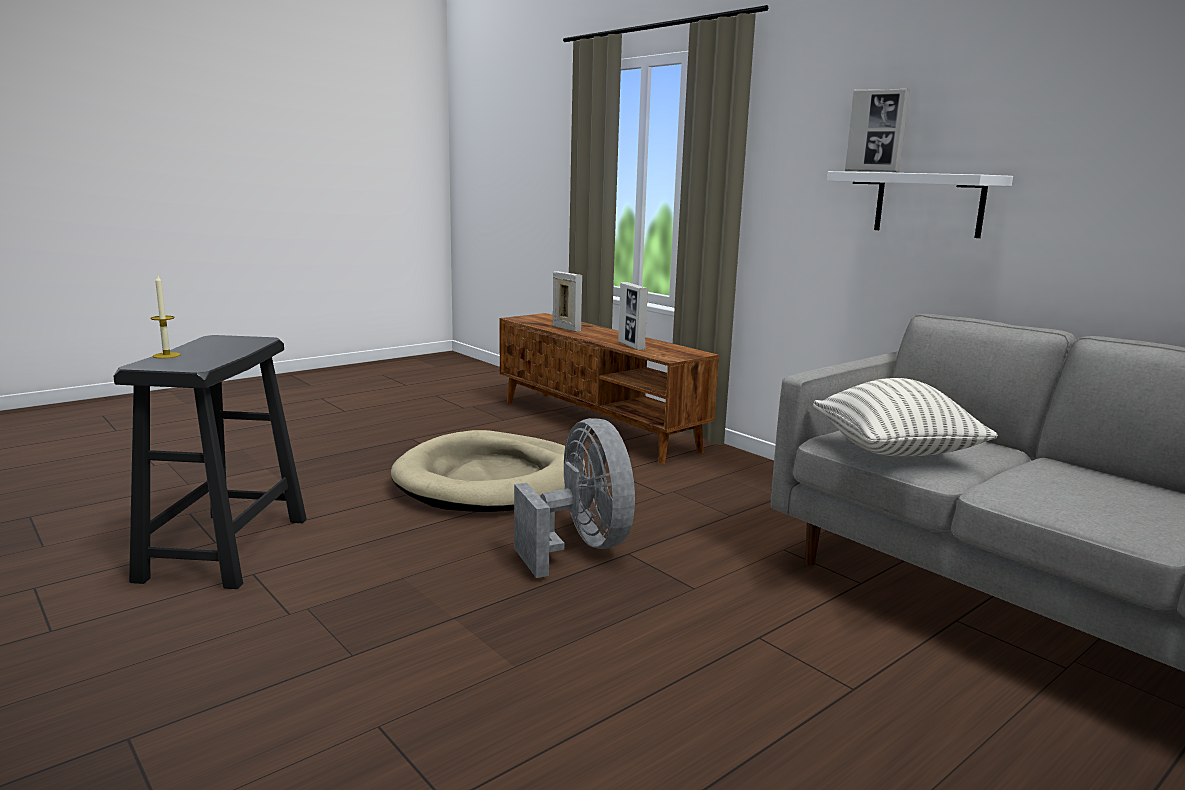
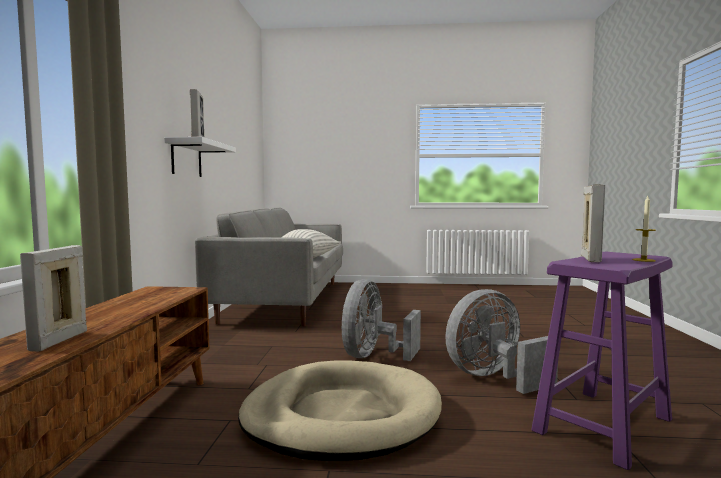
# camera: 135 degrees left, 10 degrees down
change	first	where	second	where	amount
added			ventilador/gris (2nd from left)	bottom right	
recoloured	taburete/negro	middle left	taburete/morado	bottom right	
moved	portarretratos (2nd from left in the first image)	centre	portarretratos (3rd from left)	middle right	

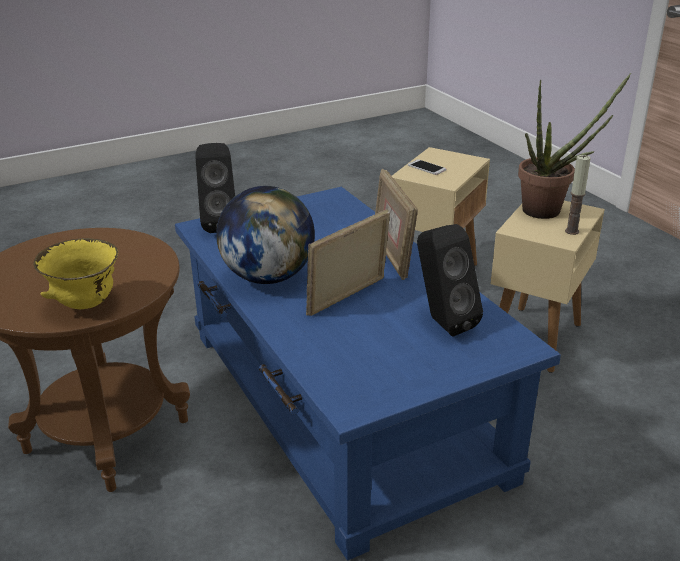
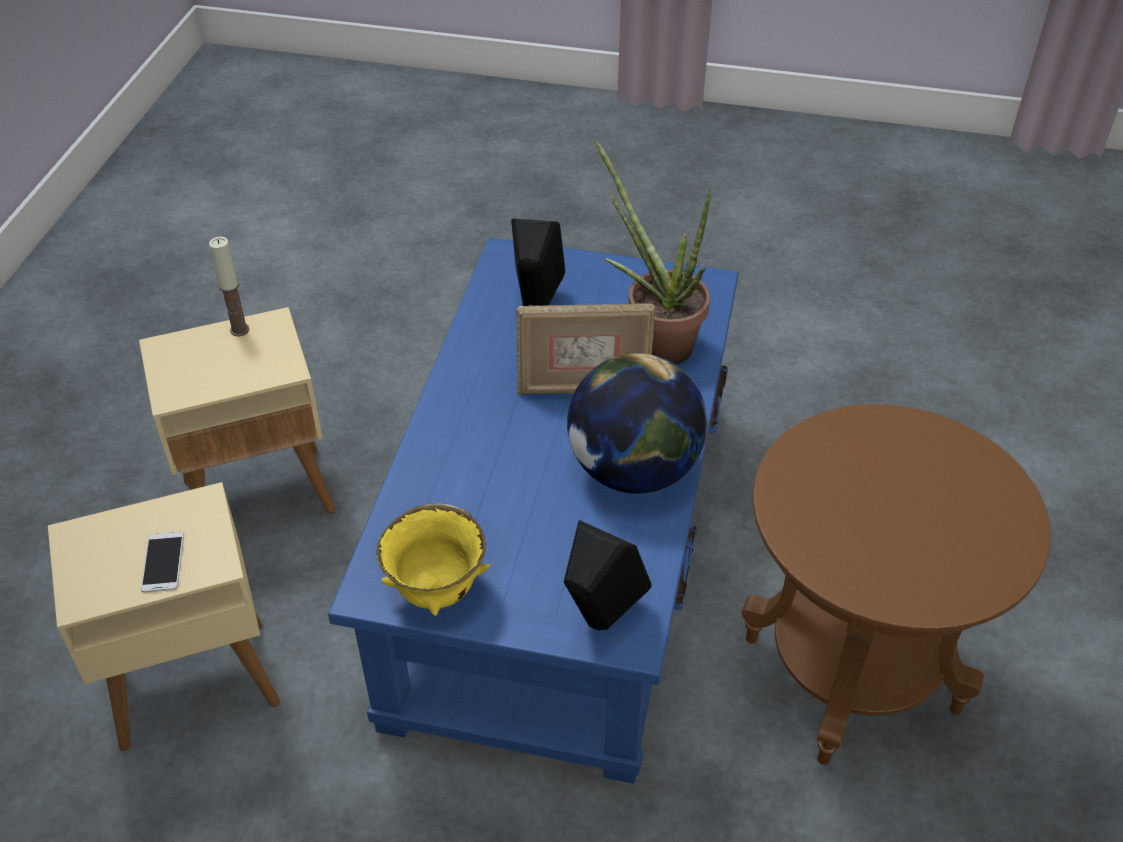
# camera: 140 degrees left, 15 degrees up
change	first	where	second	where	amount
moved	cuenco/amarillo	middle left		centre	
moved	planta en maceta	top right		top centre	
removed	portarretratos (2nd from left)	centre			

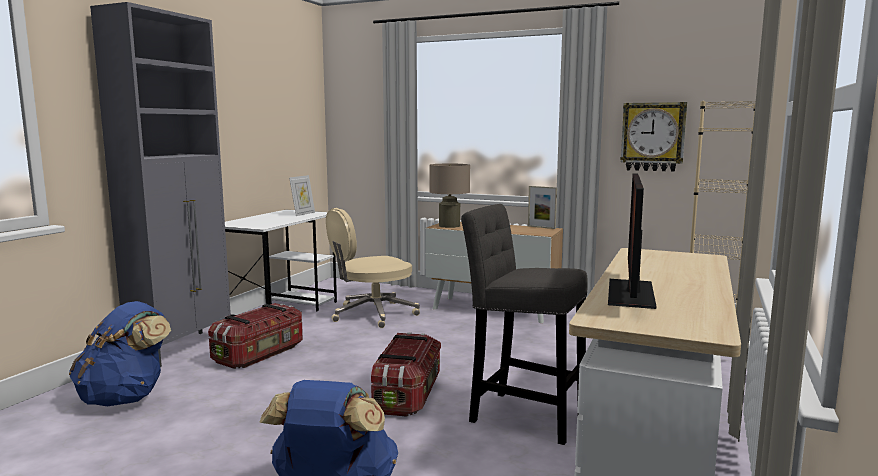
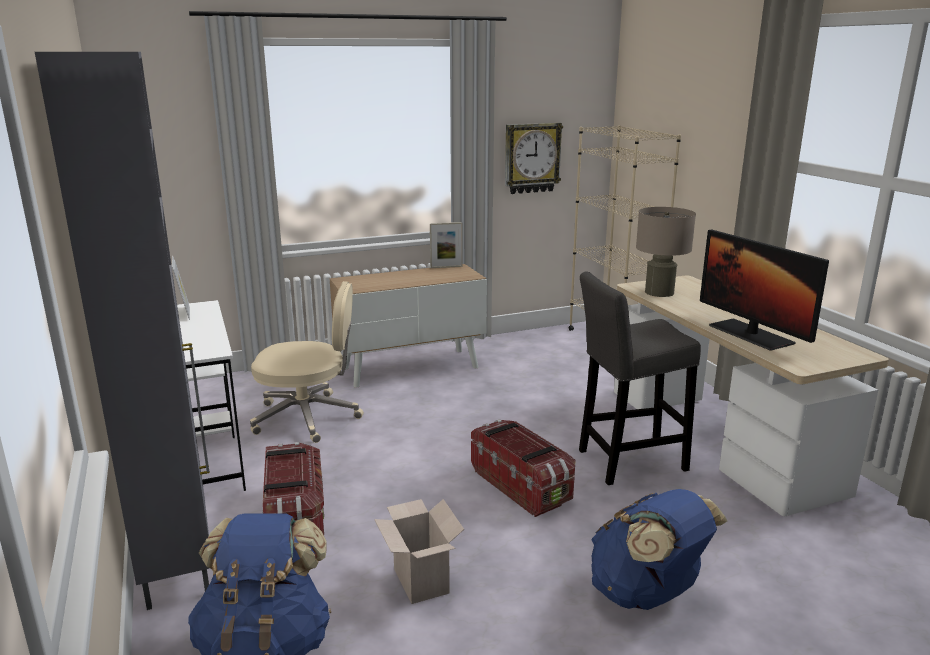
# camera: 45 degrees left, 10 degrees up
change	first	where	second	where	amount
turned	silla de oficina/beis	centre		middle left	105 degrees counterclockwise
added			caja de cartón	bottom centre	
moved	lámpara de mesa/beis	centre		middle right	

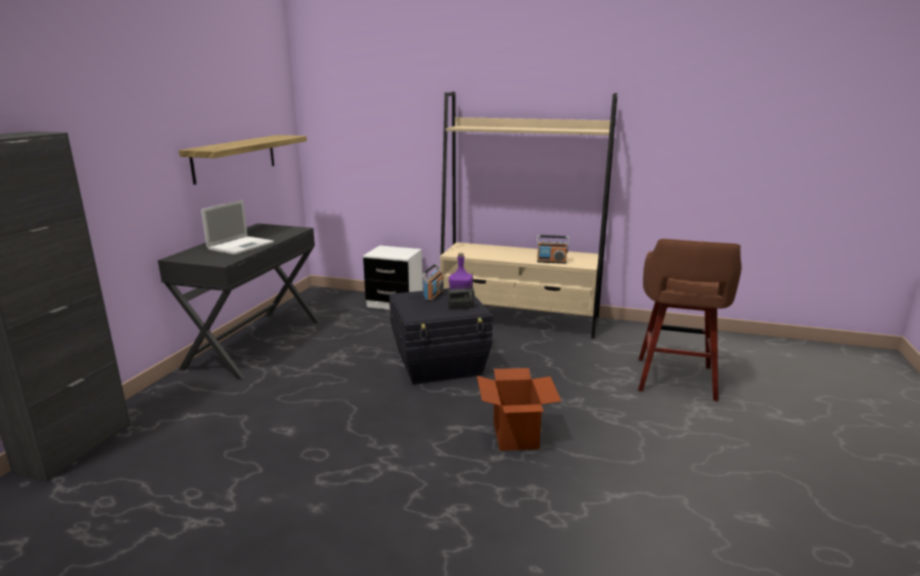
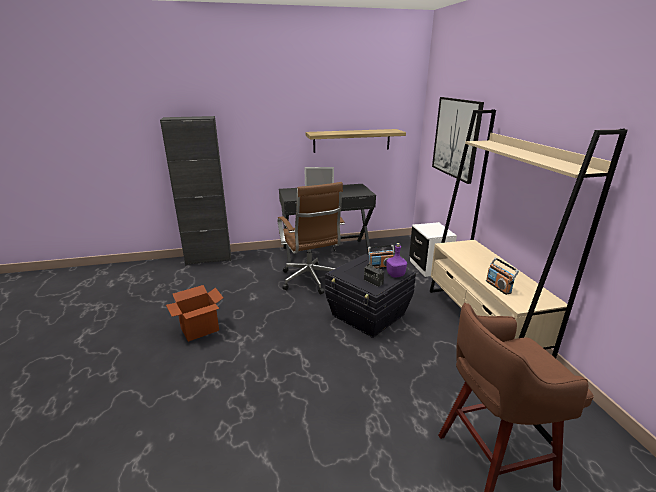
# camera: 60 degrees right, 5 degrees up
change	first	where	second	where	amount
moved	caja de cartón	bottom centre		middle left	
added			silla de oficina/marrón	centre	
added			cuadro	top right	

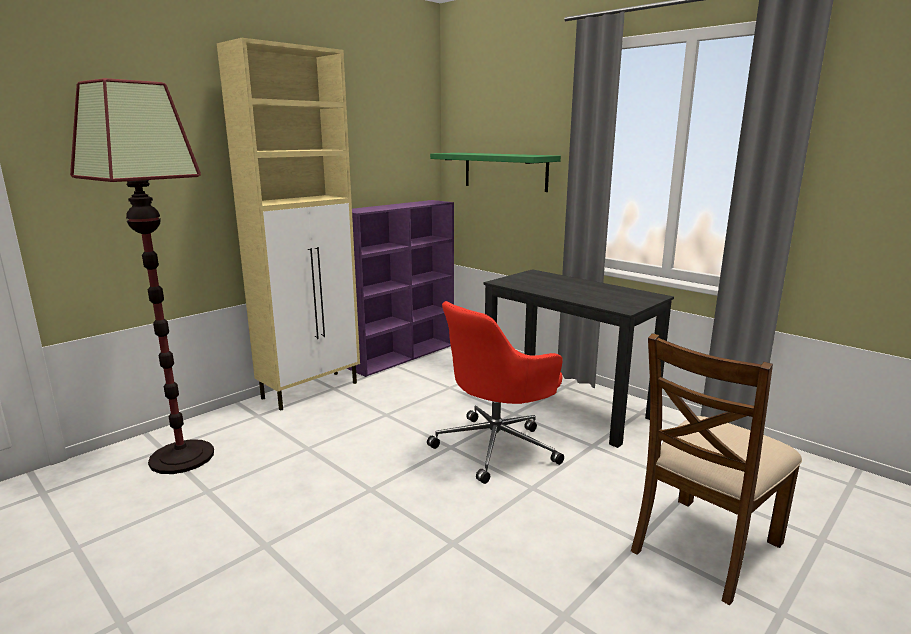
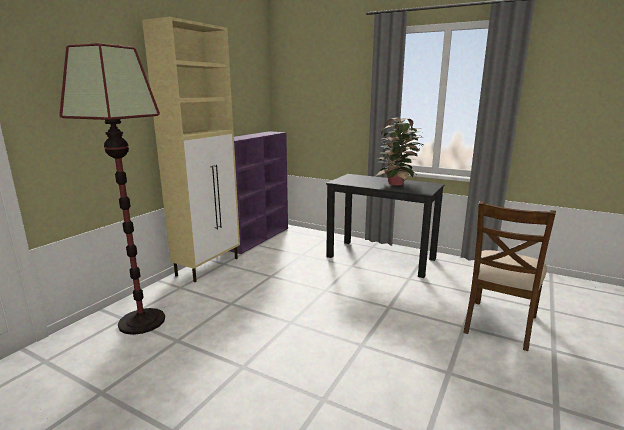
# camera: 15 degrees left, 0 degrees up
change	first	where	second	where	amount
added			planta en maceta	centre	
removed	silla de oficina/rojo	centre			
removed	estante/verde	top centre			

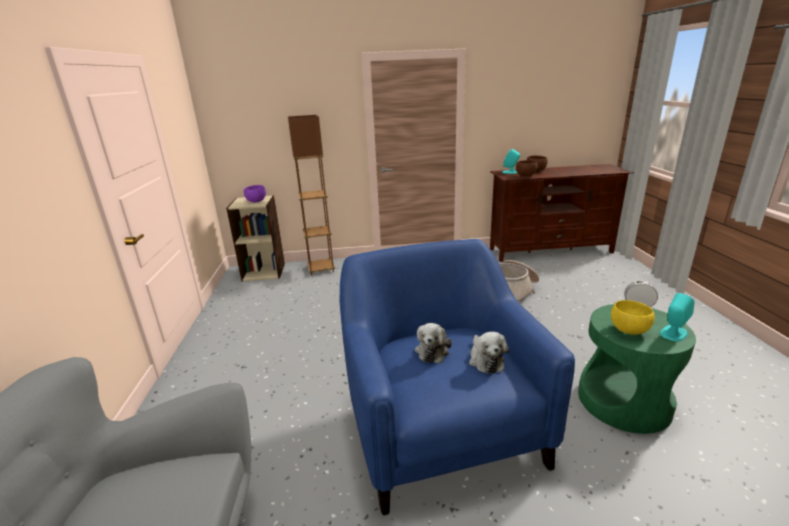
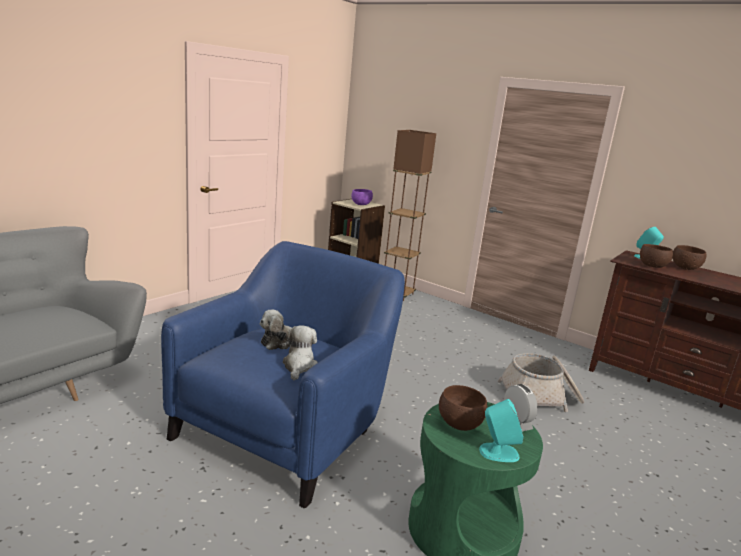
# camera: 40 degrees right, 5 degrees down
change	first	where	second	where	amount
turned	peluche (2nd from left)	bottom centre		centre	150 degrees clockwise
recoloured	cuenco/amarillo	middle right	cuenco/marrón (1st from left)	bottom centre	

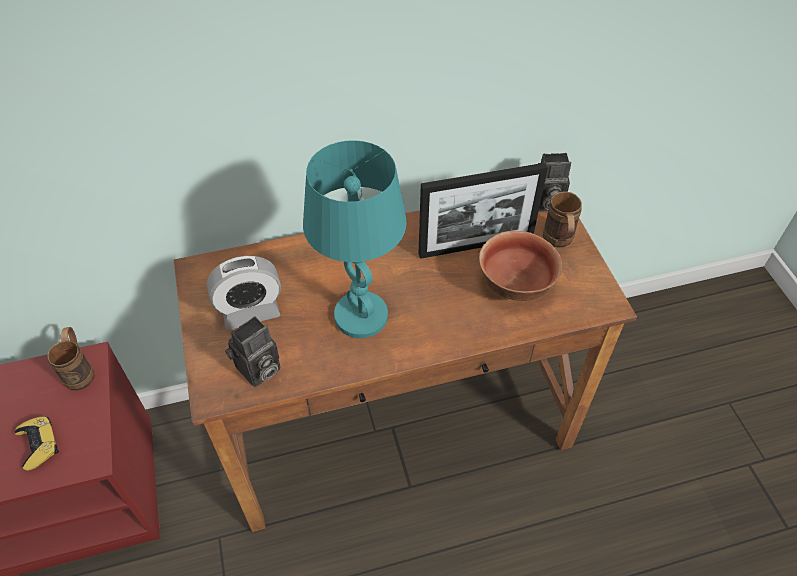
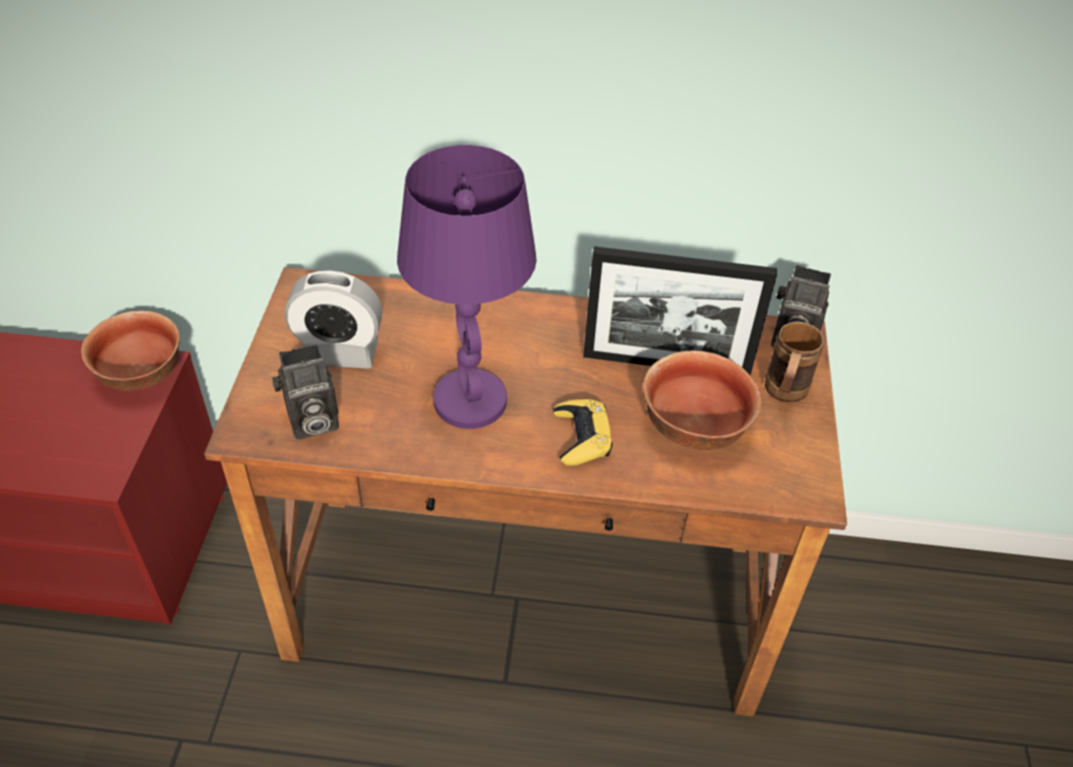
# camera: 20 degrees right, 5 degrees down
change	first	where	second	where	amount
replaced	taza grande/marrón (1st from left)	middle left	cuenco (1st from left)	middle left	
recoloured	lámpara de mesa/turquesa	centre	lámpara de mesa/morado	centre	
moved	mando de consola/amarillo	bottom left		centre	

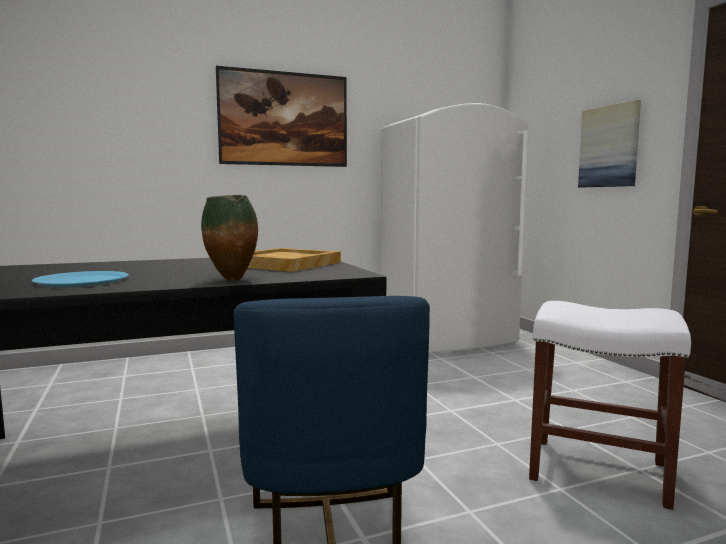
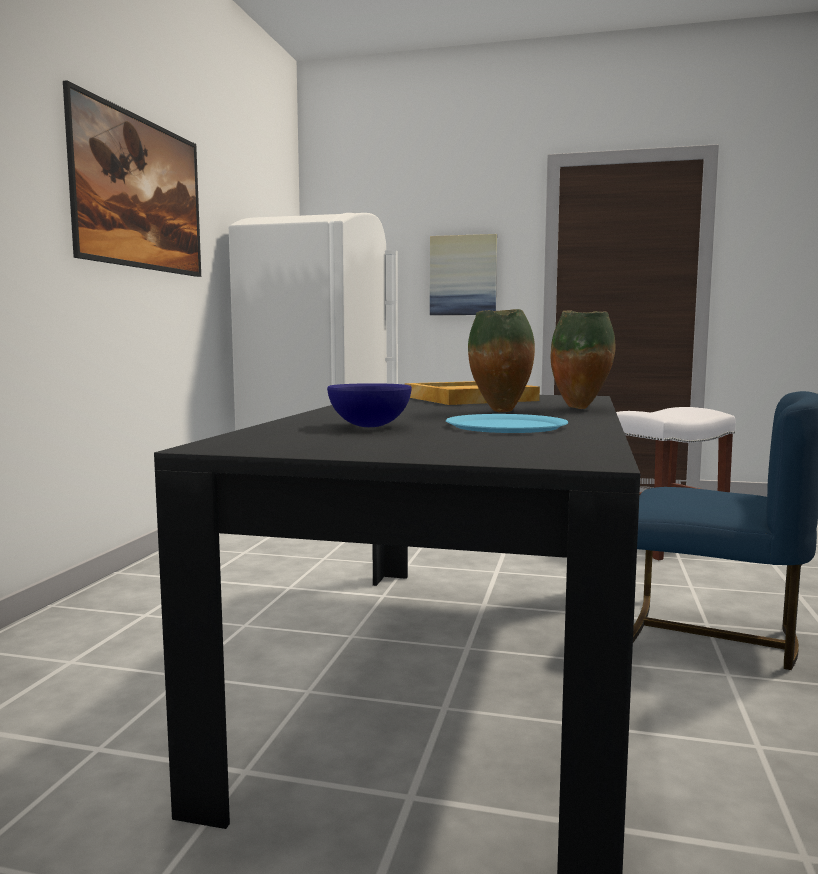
# camera: 55 degrees left, 0 degrees up
change	first	where	second	where	amount
added			cuenco/azul	centre	
added			florero (1st from left)	centre	

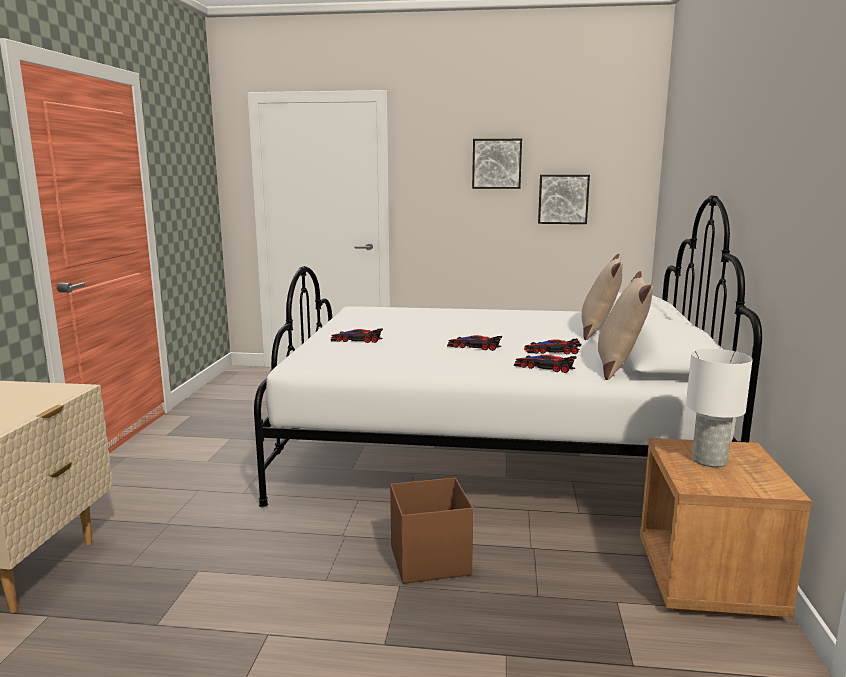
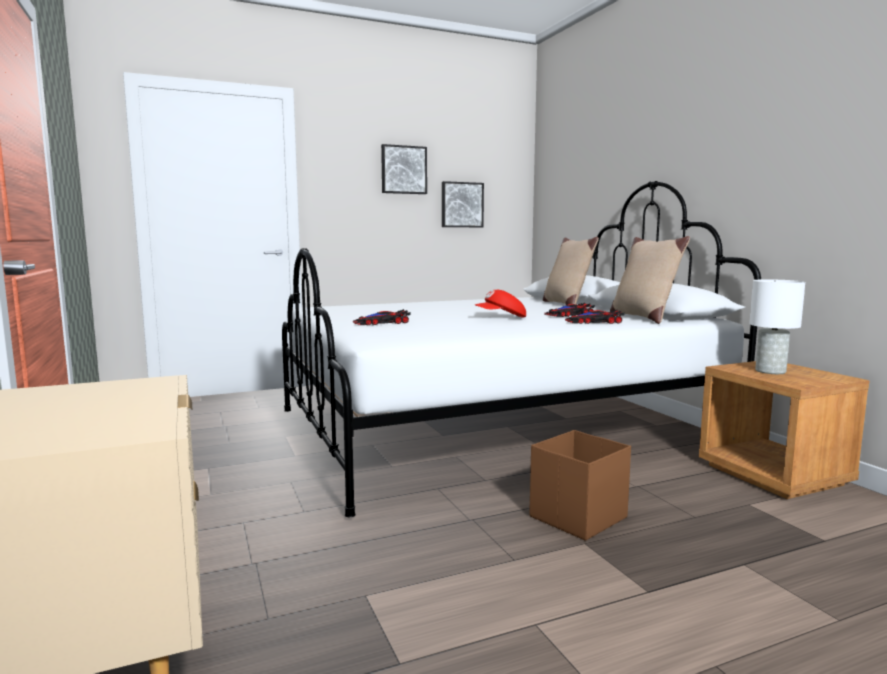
# camera: 30 degrees left, 5 degrees down
change	first	where	second	where	amount
replaced	coche de juguete (2nd from left)	centre	gorra/rojo	centre	

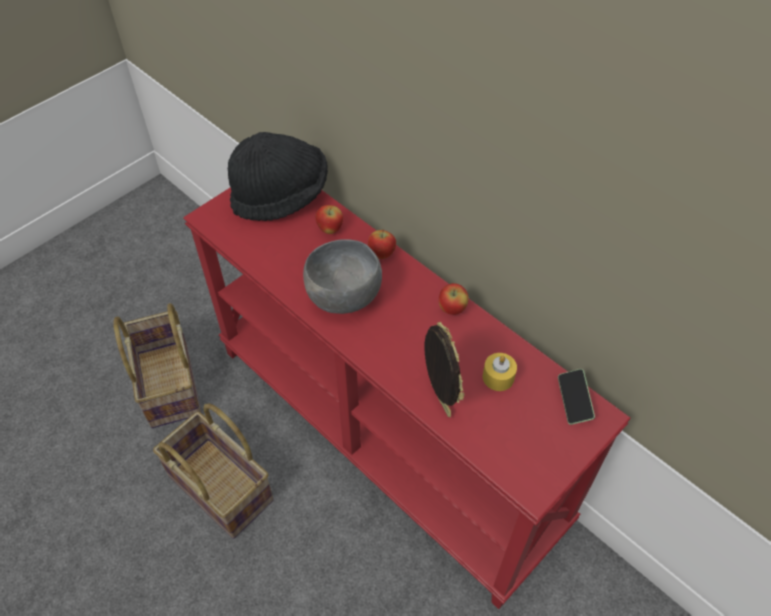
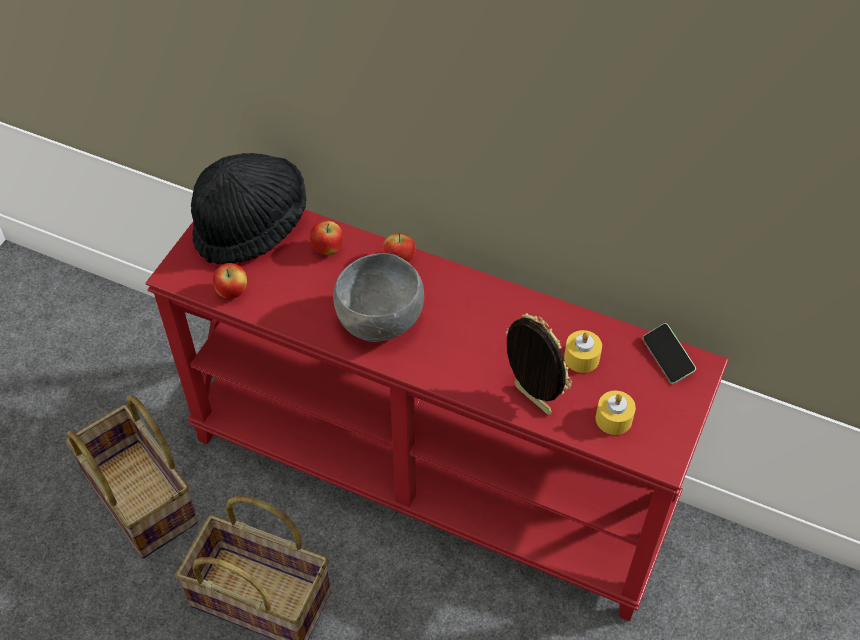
# camera: 20 degrees left, 0 degrees up
change	first	where	second	where	amount
moved	manzana (3rd from left in the first image)	centre	manzana (1st from left)	middle left	
added			vela/amarillo (2nd from left)	middle right	

